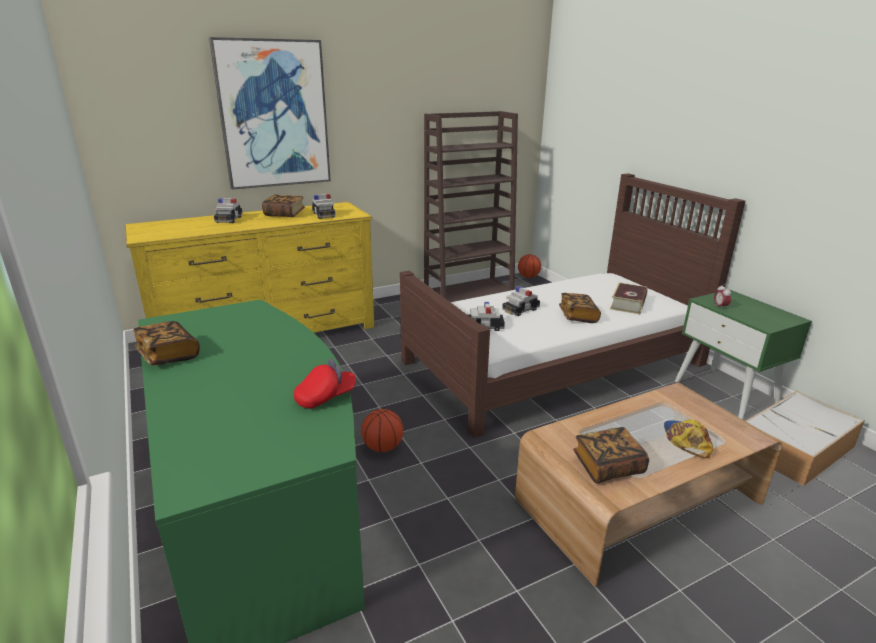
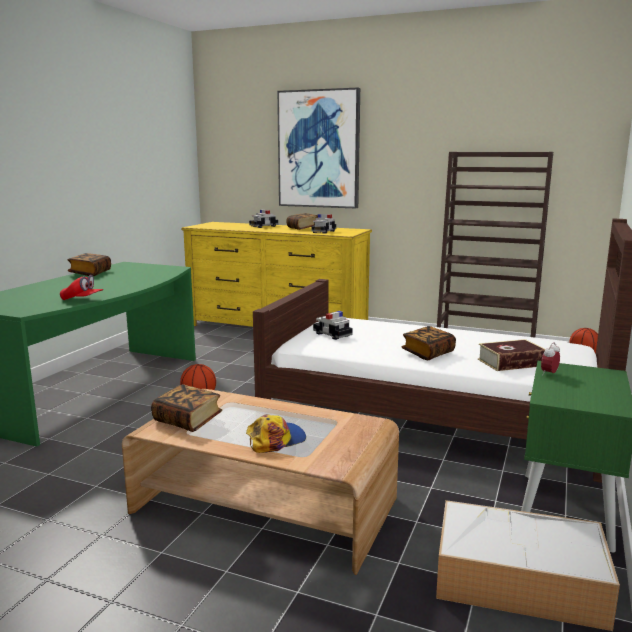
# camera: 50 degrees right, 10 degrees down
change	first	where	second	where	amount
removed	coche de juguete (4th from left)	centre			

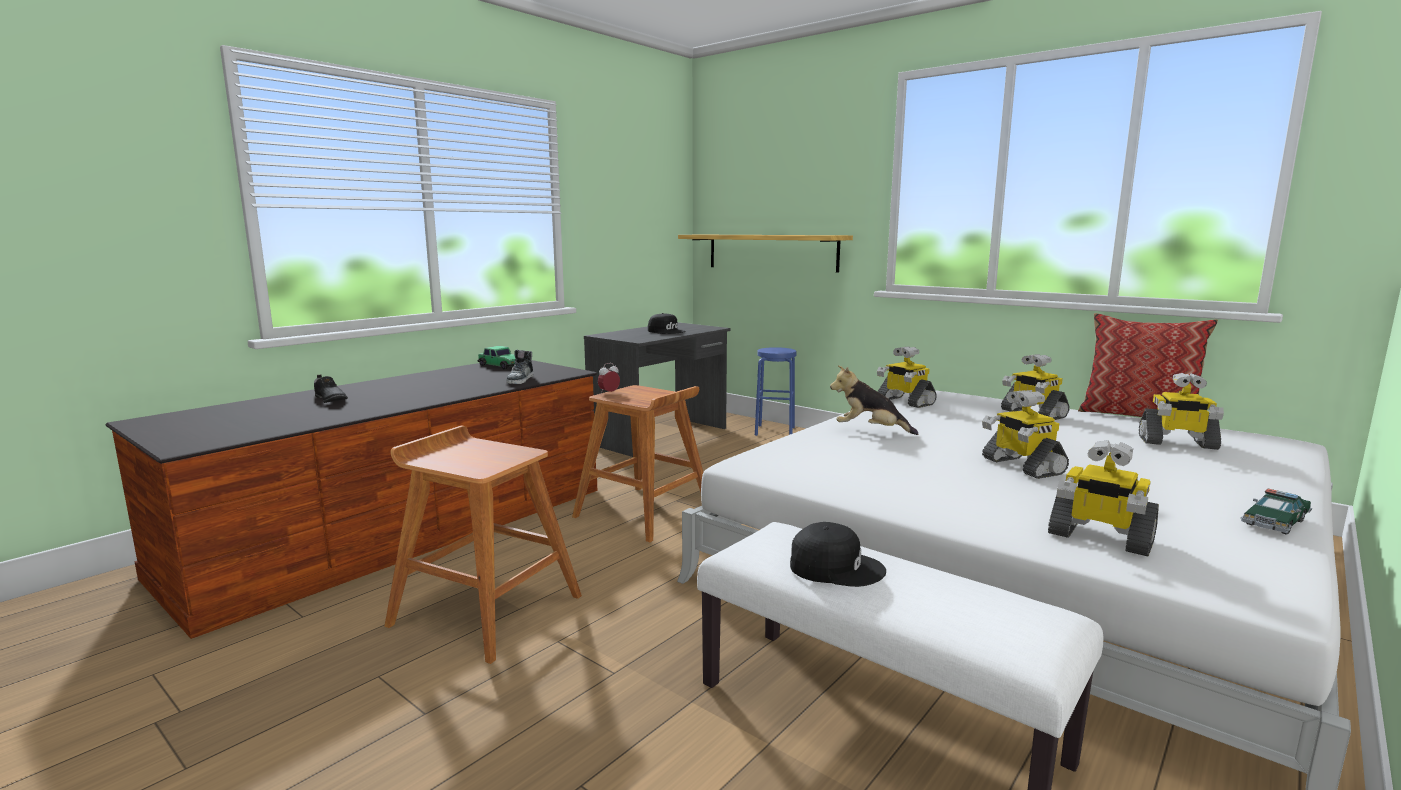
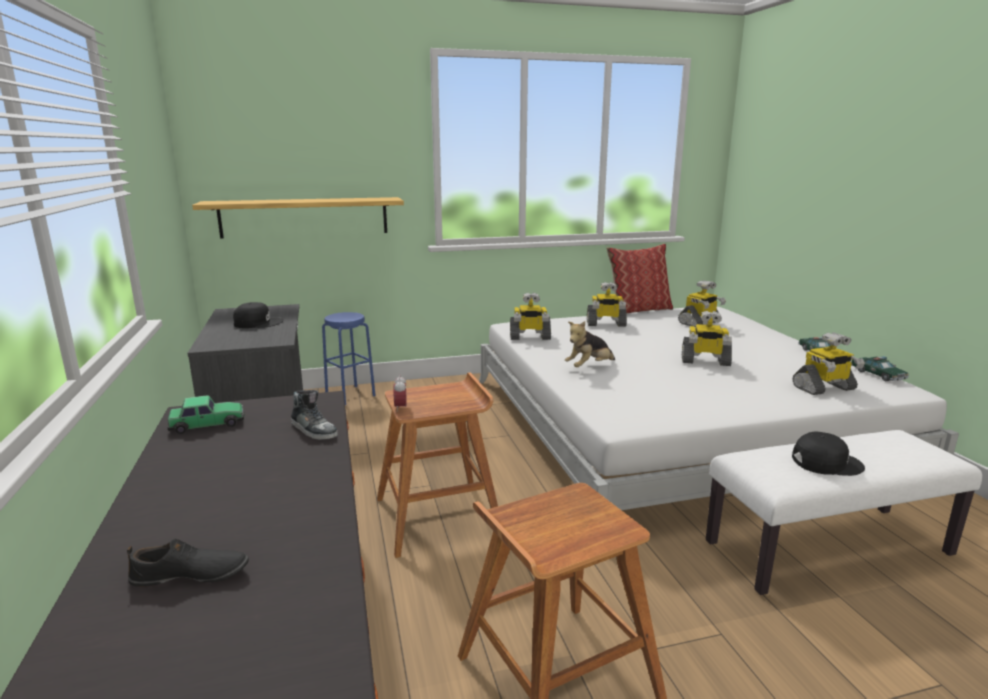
# camera: 55 degrees left, 5 degrees up
change	first	where	second	where	amount
turned	gorra/negro (2nd from left)	bottom centre		middle right	45 degrees clockwise
added			coche de juguete (3rd from left)	middle right	

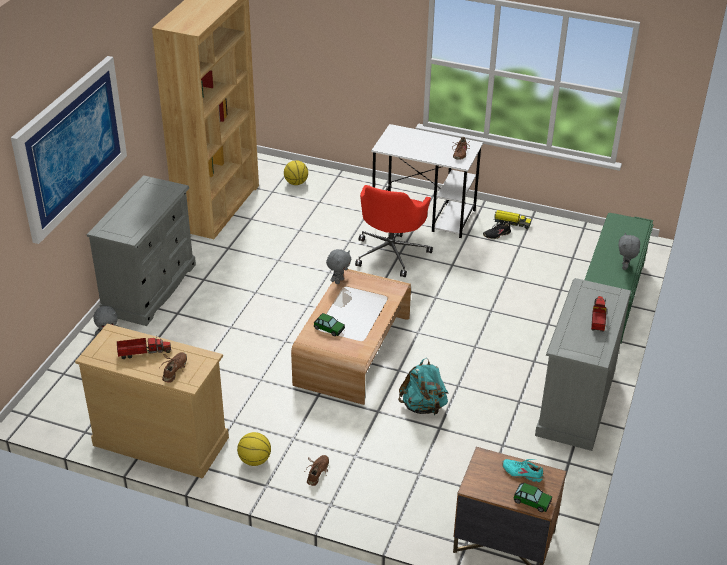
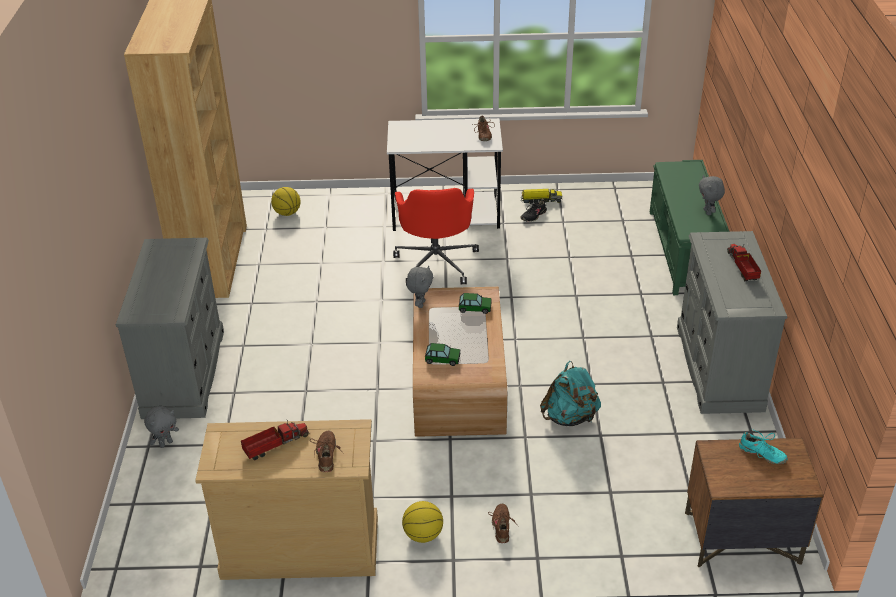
# camera: 20 degrees left, 0 degrees up
change	first	where	second	where	amount
moved	coche de juguete (2nd from left)	bottom right		centre	
turned	zapato/turquesa	bottom right		bottom right	150 degrees counterclockwise
removed	cuadro	top left			

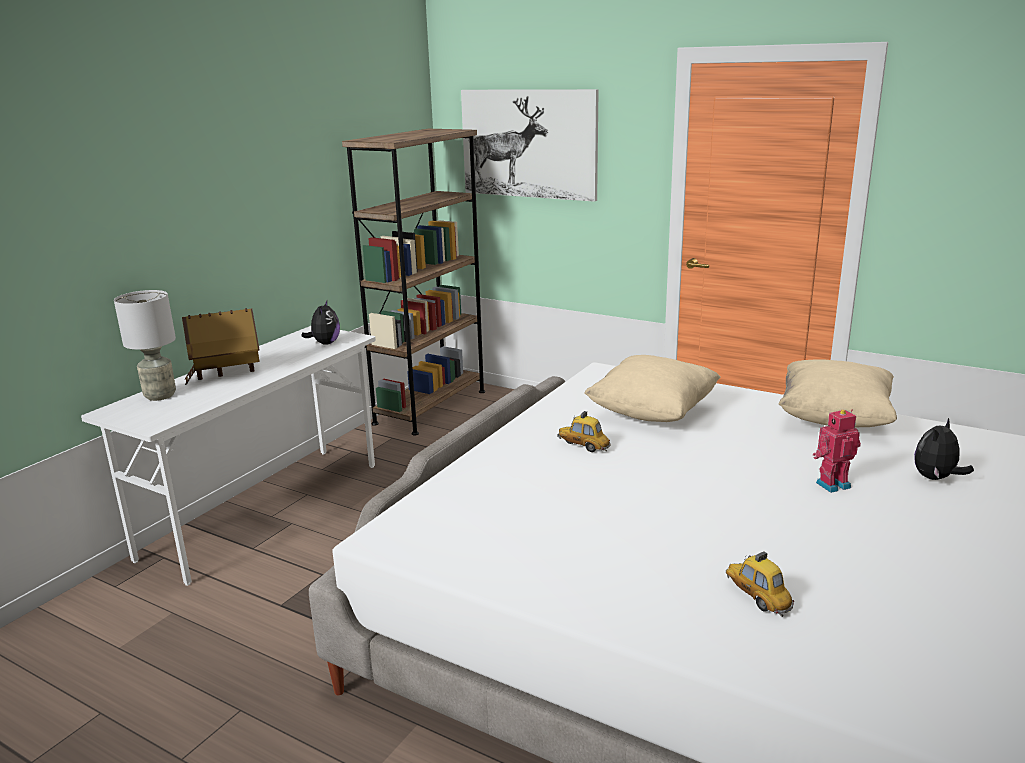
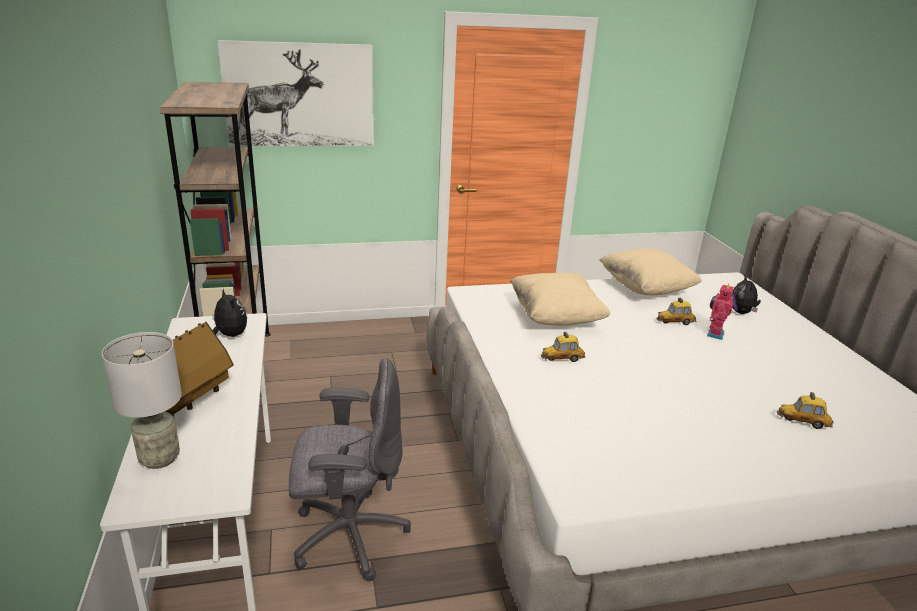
# camera: 45 degrees left, 5 degrees up
change	first	where	second	where	amount
added			silla de oficina/gris	bottom centre	
added			coche de juguete (2nd from left)	middle right	

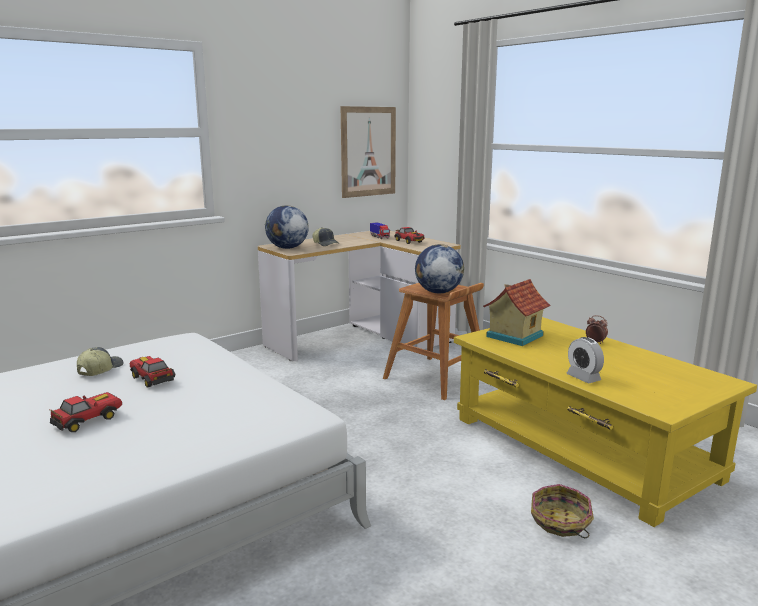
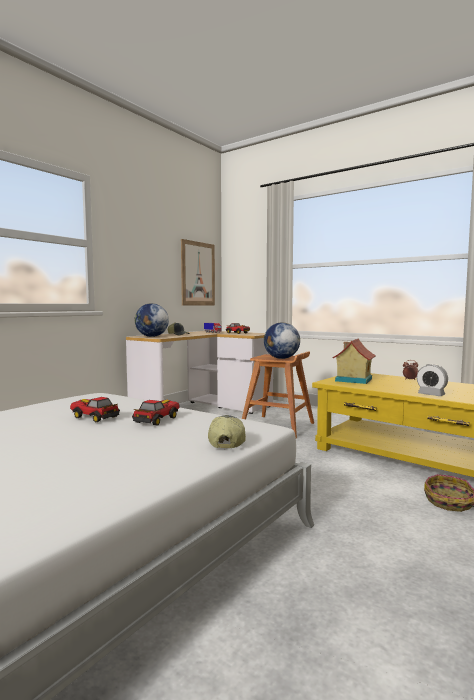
# camera: 15 degrees left, 10 degrees down
change	first	where	second	where	amount
moved	coche de juguete (1st from left in the first image)	bottom left	coche de juguete (2nd from left)	middle left	
moved	gorra (1st from left in the first image)	middle left	gorra (2nd from left)	centre	

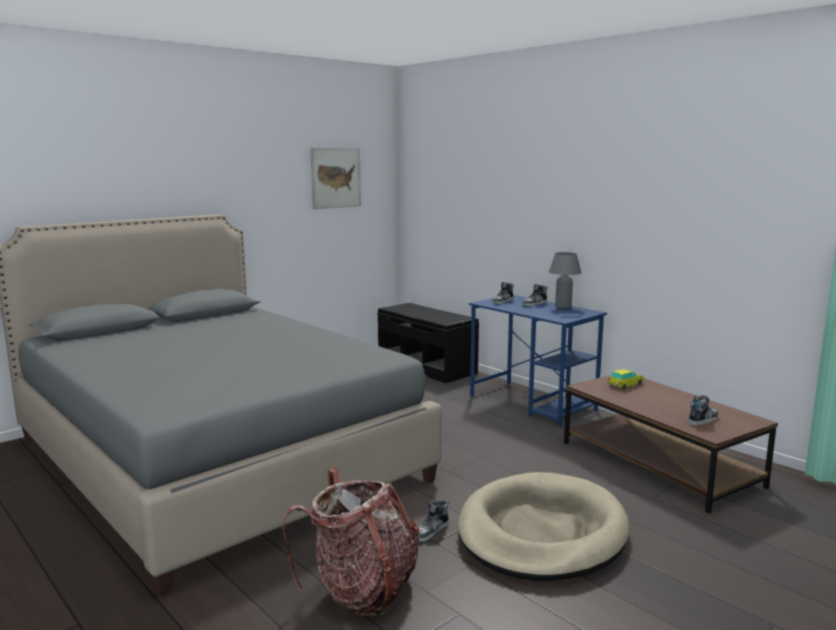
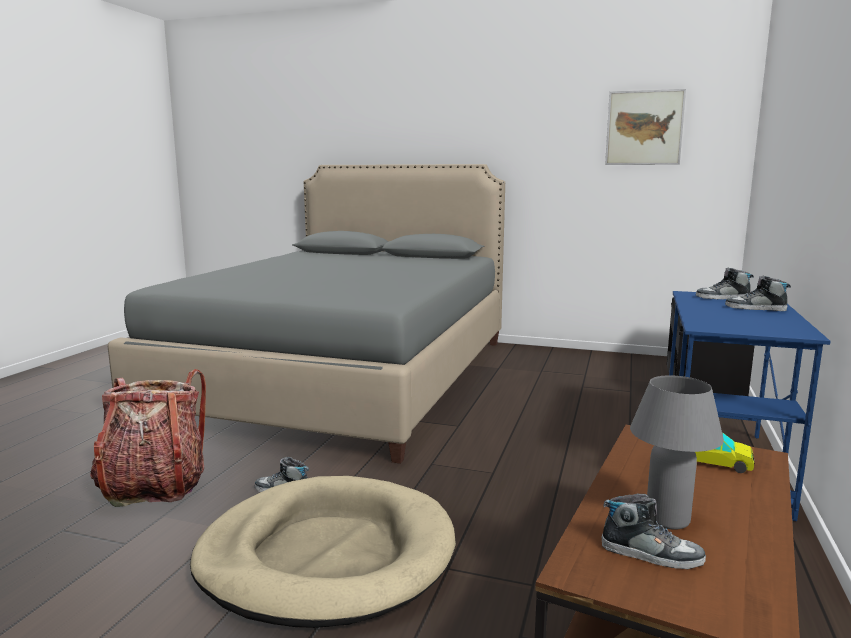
# camera: 60 degrees right, 0 degrees up
change	first	where	second	where	amount
moved	lámpara de mesa/gris	middle right		bottom right	

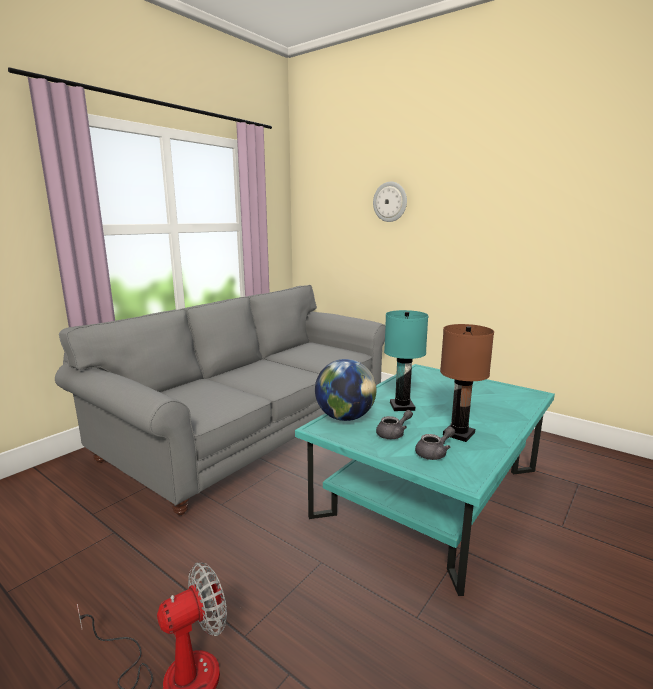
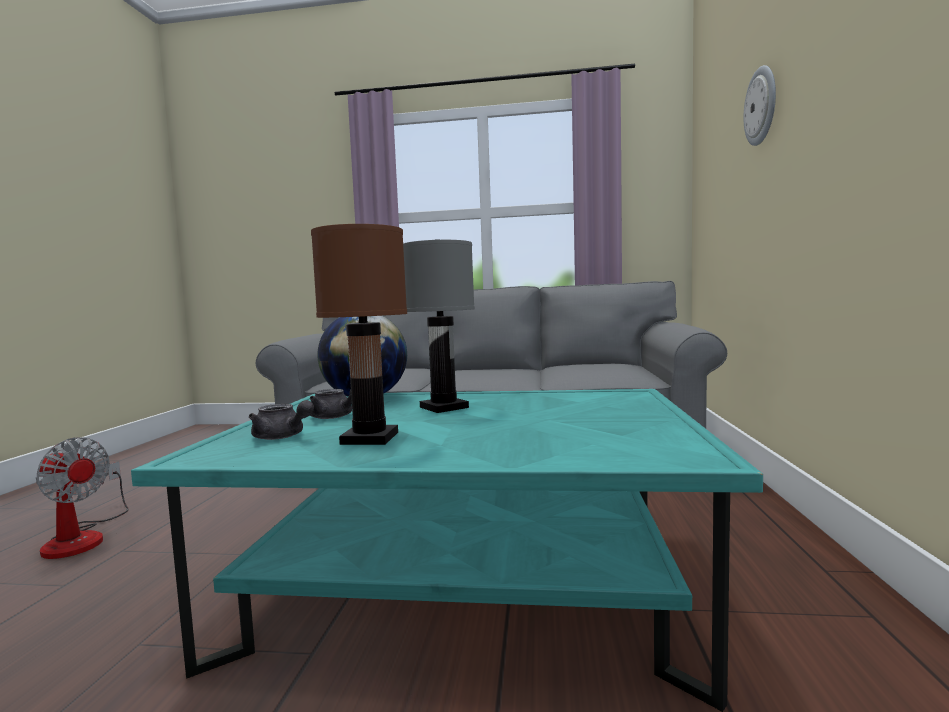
# camera: 60 degrees right, 10 degrees down
change	first	where	second	where	amount
recoloured	lámpara de mesa/turquesa	centre	lámpara de mesa/gris	centre	

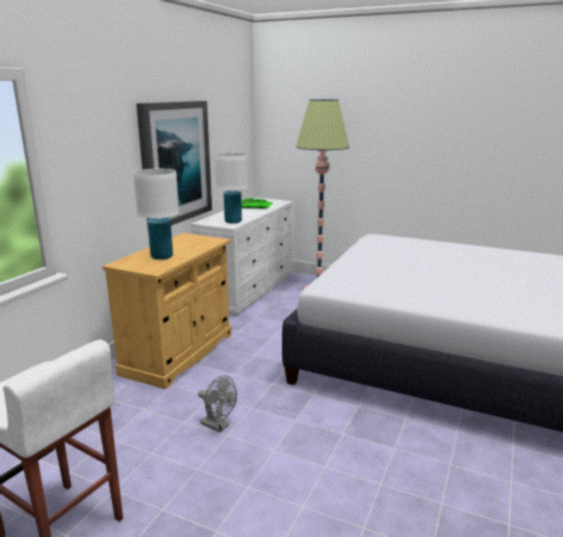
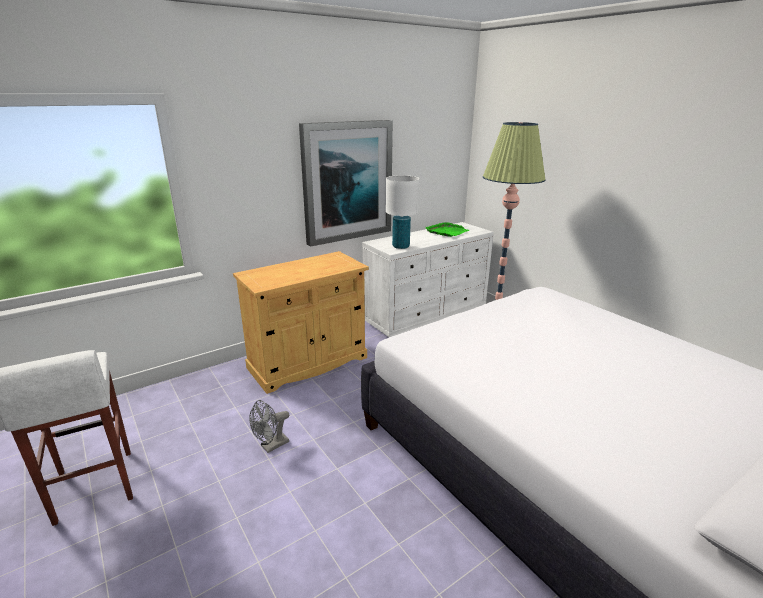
# camera: 30 degrees right, 5 degrees up
change	first	where	second	where	amount
turned	ventilador/gris	bottom centre		bottom centre	75 degrees clockwise
removed	lámpara de mesa/blanco (1st from left)	middle left			

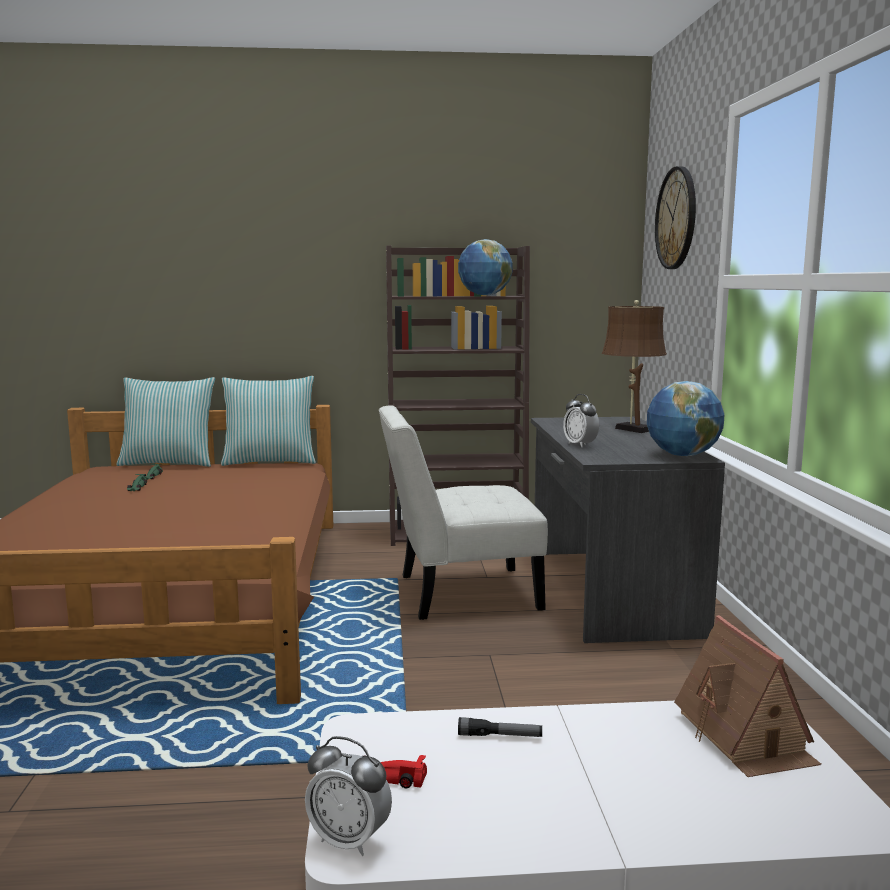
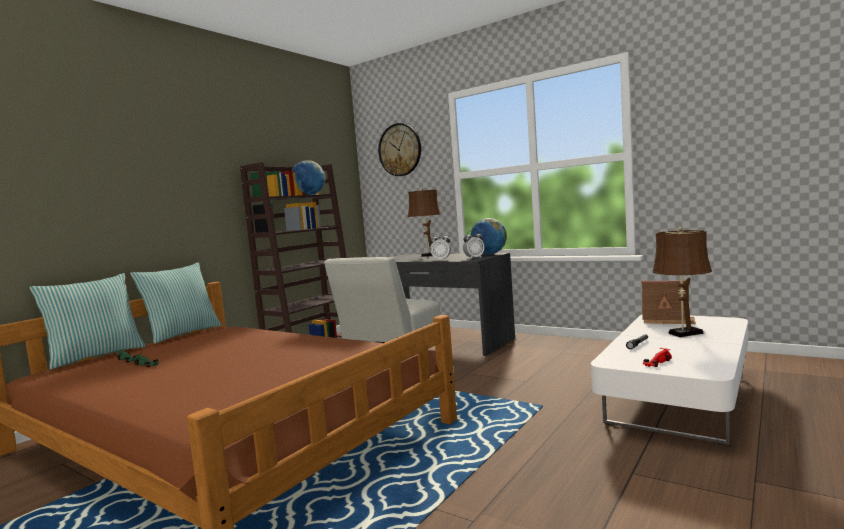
# camera: 50 degrees left, 5 degrees down
change	first	where	second	where	amount
moved	despertador (1st from left in the first image)	bottom centre	despertador (2nd from left)	centre	
added			lámpara de mesa/marrón (2nd from left)	middle right	

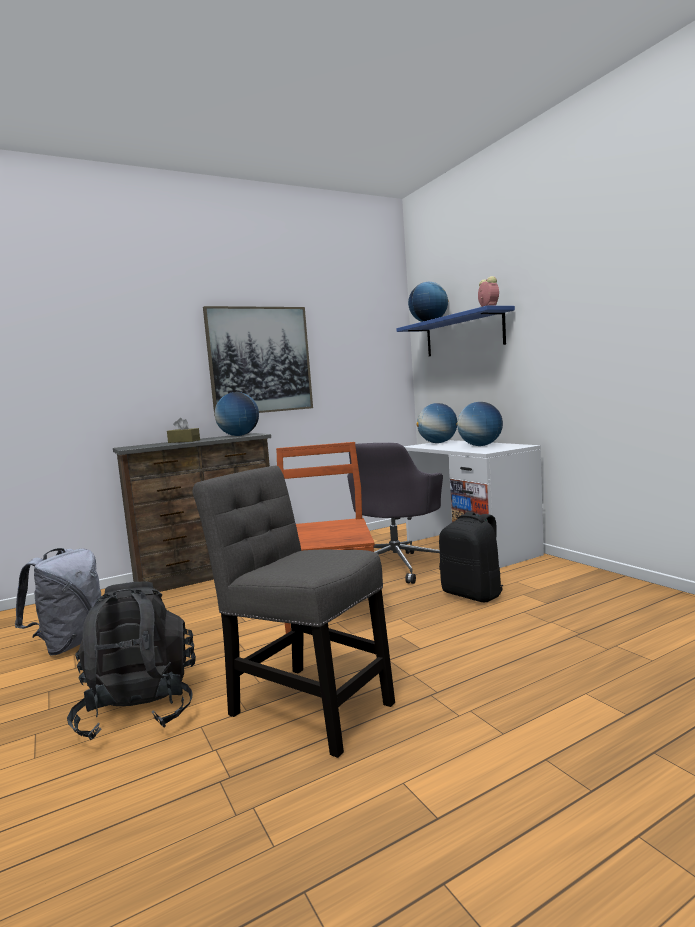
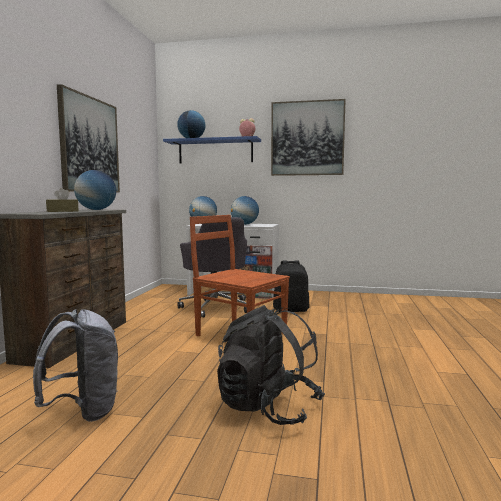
# camera: 50 degrees left, 0 degrees up
change	first	where	second	where	amount
added			cuadro (2nd from left)	top centre	
removed	silla/gris	centre			

